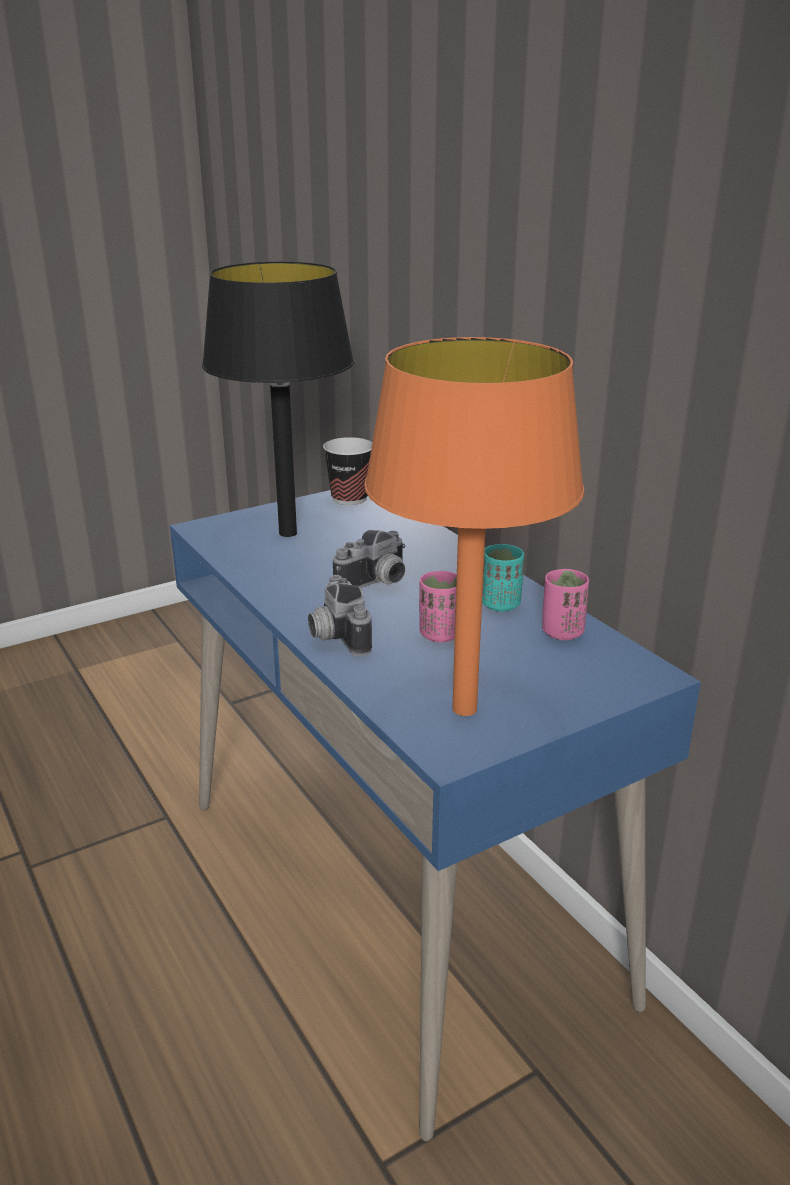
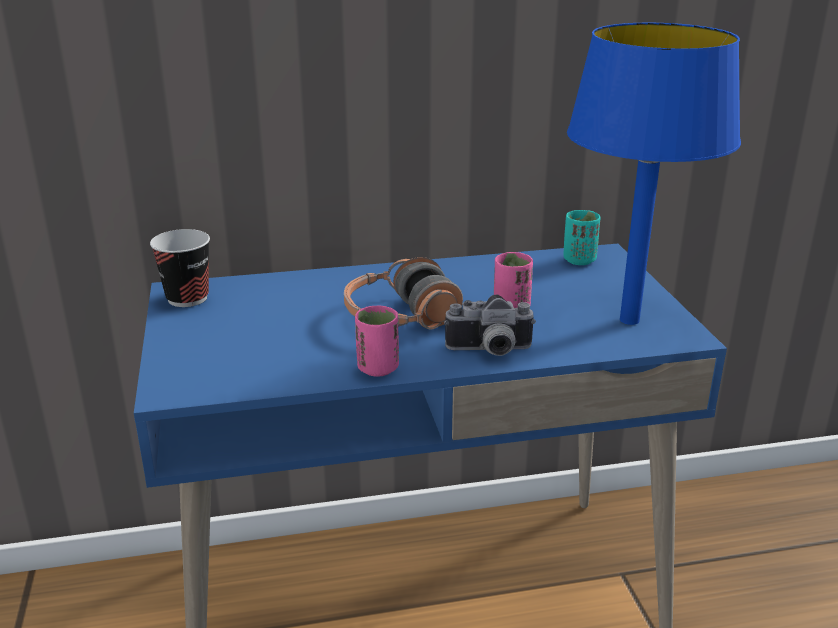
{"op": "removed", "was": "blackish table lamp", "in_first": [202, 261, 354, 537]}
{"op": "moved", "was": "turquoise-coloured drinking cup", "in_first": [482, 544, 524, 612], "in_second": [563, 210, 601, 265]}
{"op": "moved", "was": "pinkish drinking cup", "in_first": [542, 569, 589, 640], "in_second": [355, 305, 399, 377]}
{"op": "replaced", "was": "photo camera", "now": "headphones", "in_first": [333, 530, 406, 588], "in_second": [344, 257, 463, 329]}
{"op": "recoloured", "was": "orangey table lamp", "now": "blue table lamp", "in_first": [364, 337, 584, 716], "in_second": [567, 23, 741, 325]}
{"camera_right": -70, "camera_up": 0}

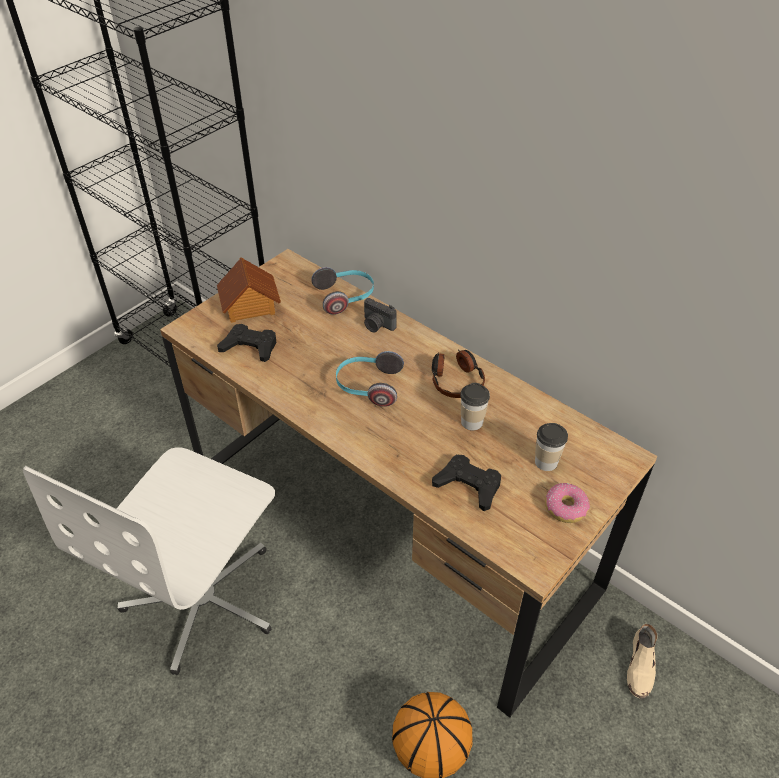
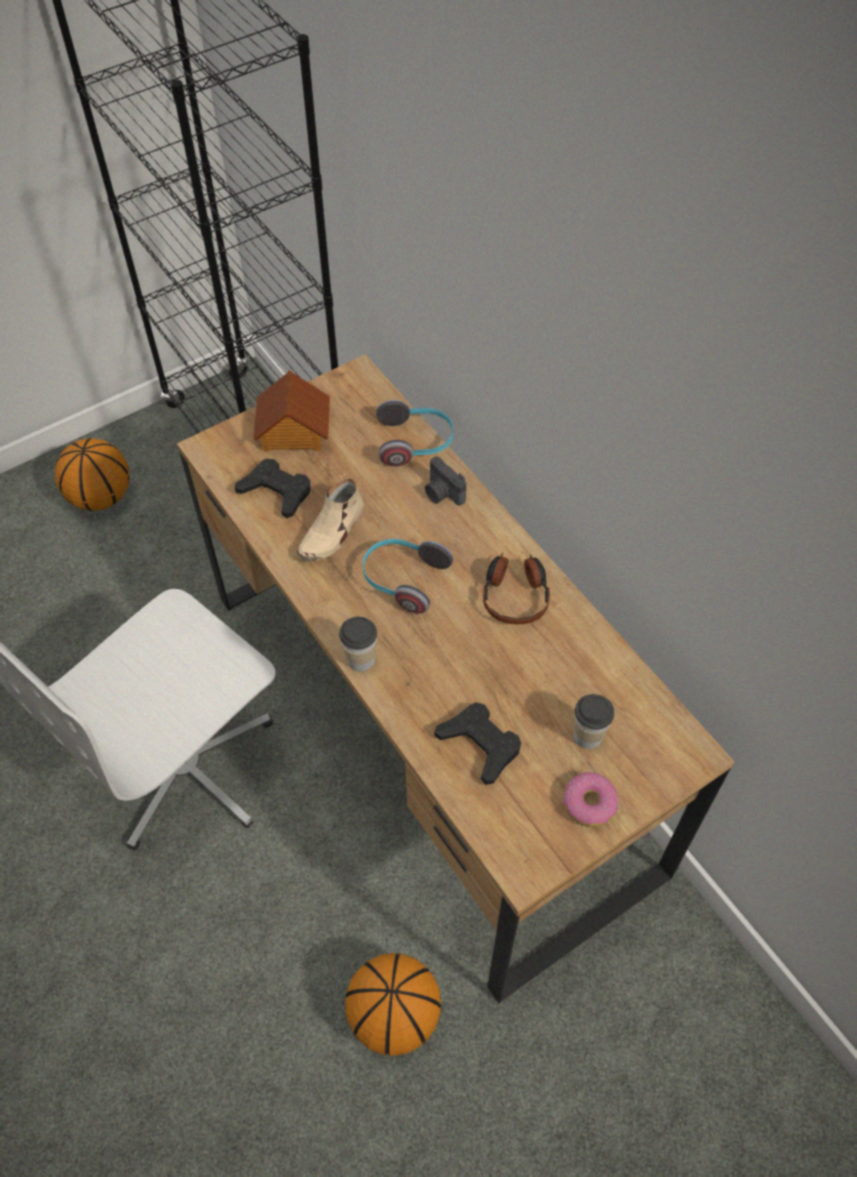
{"op": "added", "now": "basketball", "in_second": [55, 438, 130, 511]}
{"op": "moved", "was": "drinking cup", "in_first": [460, 383, 490, 431], "in_second": [339, 617, 377, 672]}
{"op": "moved", "was": "sand-coloured item of footwear", "in_first": [627, 624, 657, 699], "in_second": [296, 478, 364, 561]}
{"camera_right": 15, "camera_up": 10}

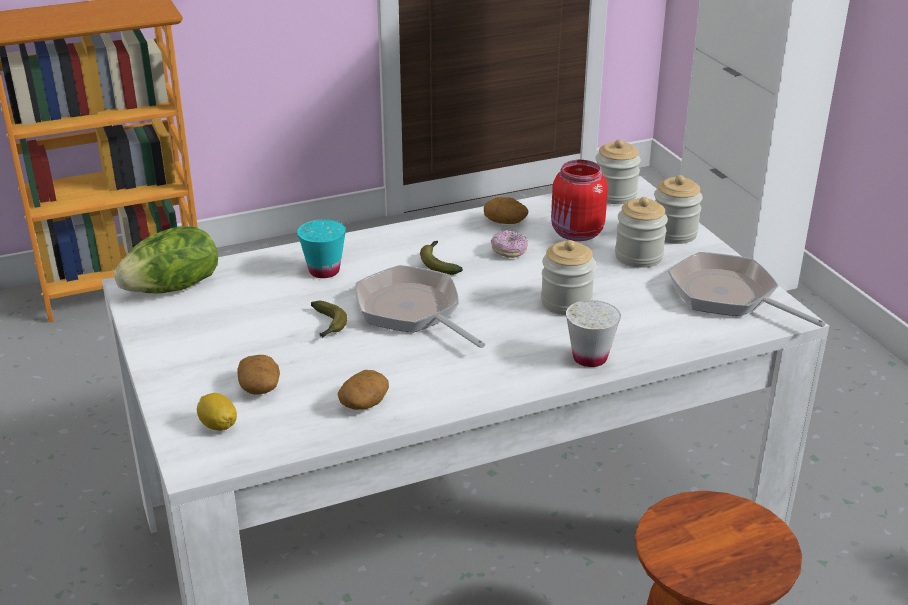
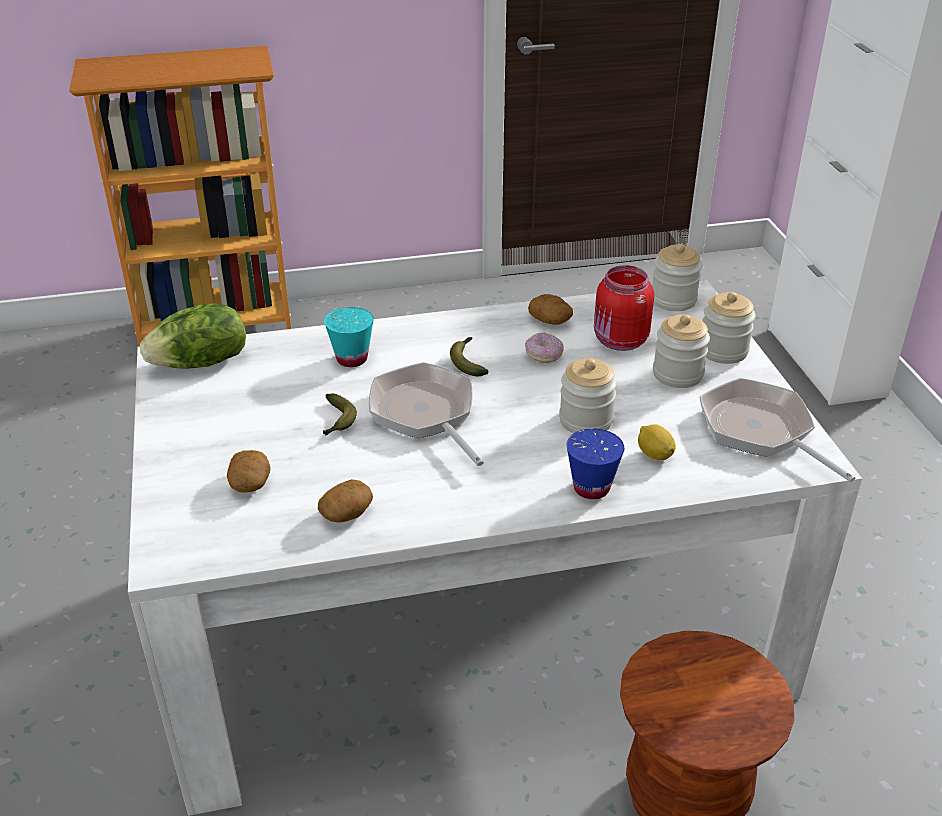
{"op": "moved", "was": "lemon", "in_first": [197, 393, 237, 431], "in_second": [638, 424, 676, 460]}
{"op": "recoloured", "was": "whitish drinking cup", "now": "blue drinking cup", "in_first": [566, 300, 621, 367], "in_second": [567, 428, 624, 499]}
{"camera_right": 10, "camera_up": 5}

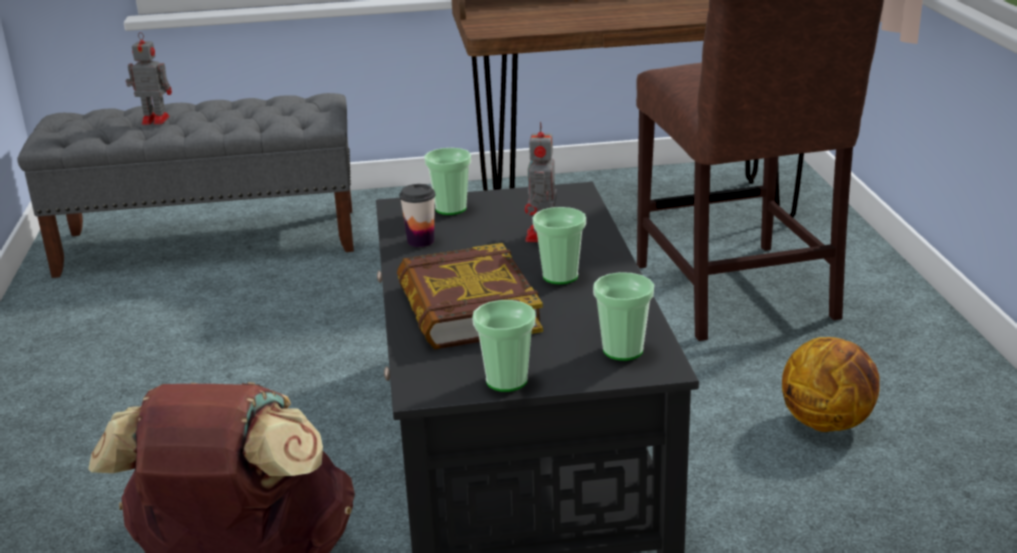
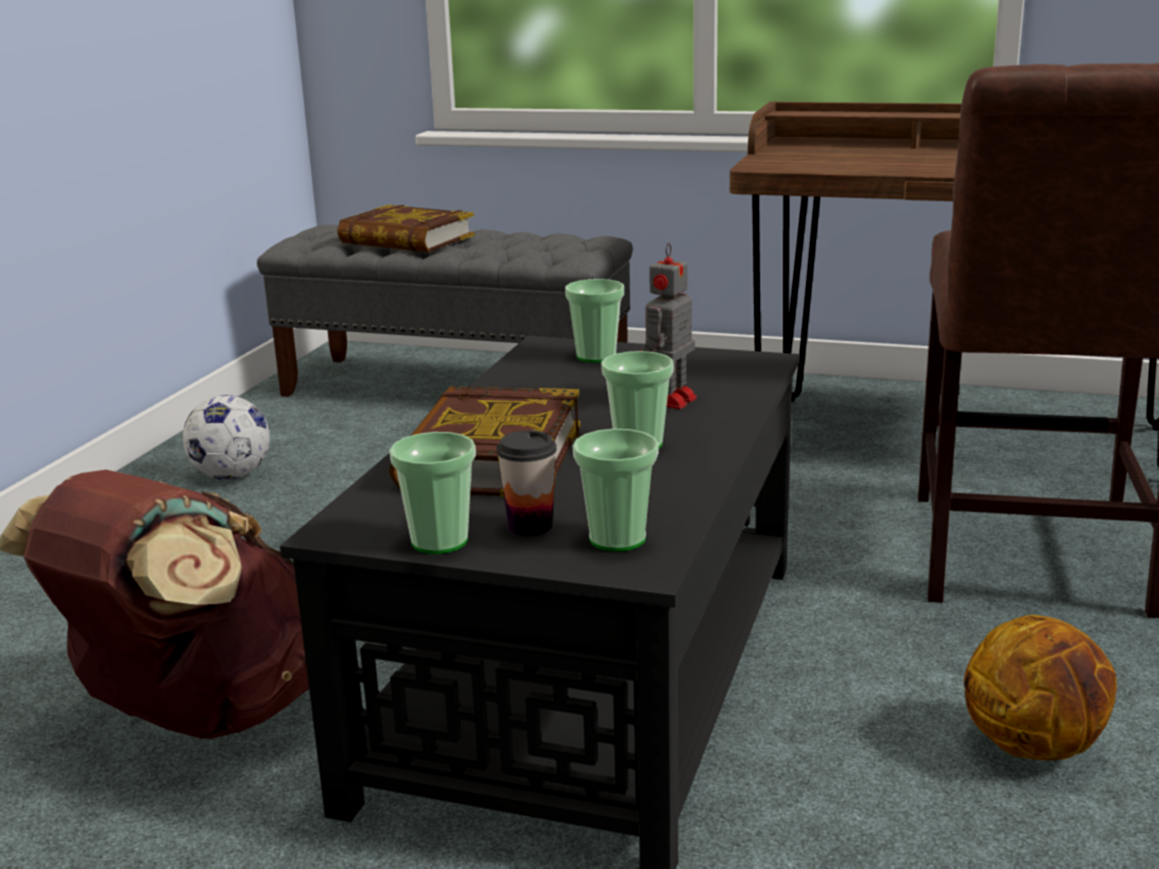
{"op": "added", "now": "ball for football", "in_second": [183, 395, 270, 480]}
{"op": "moved", "was": "drinking cup", "in_first": [399, 184, 435, 247], "in_second": [496, 430, 557, 536]}
{"op": "replaced", "was": "model robot", "now": "book", "in_first": [126, 32, 172, 125], "in_second": [337, 205, 475, 252]}
{"camera_right": 25, "camera_up": -5}

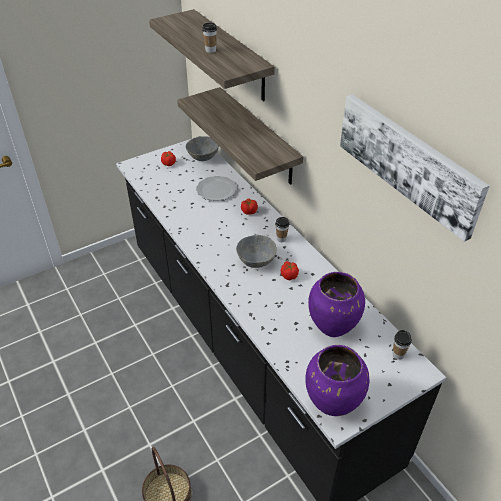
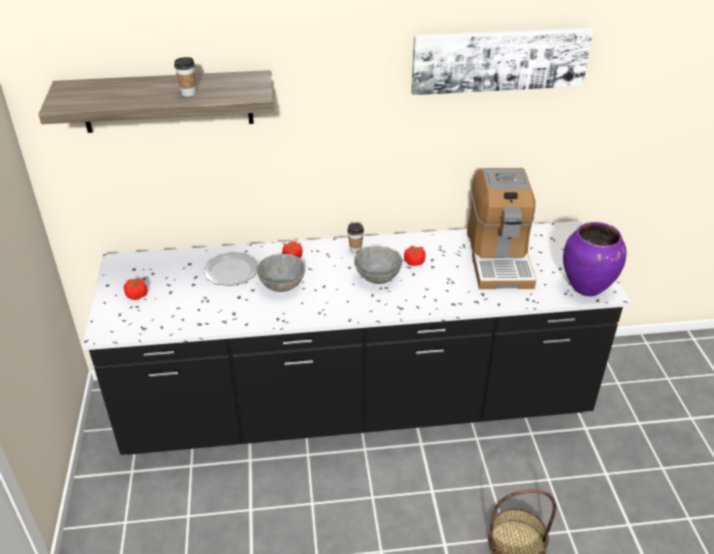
{"op": "removed", "was": "bracket shelf", "in_first": [177, 87, 303, 185]}
{"op": "removed", "was": "drinking cup", "in_first": [393, 330, 412, 360]}
{"op": "moved", "was": "greyish bowl", "in_first": [186, 136, 219, 161], "in_second": [256, 254, 306, 292]}
{"op": "replaced", "was": "purplish flower vase", "now": "coffee maker", "in_first": [308, 272, 365, 337], "in_second": [467, 168, 536, 289]}
{"camera_right": -65, "camera_up": -5}

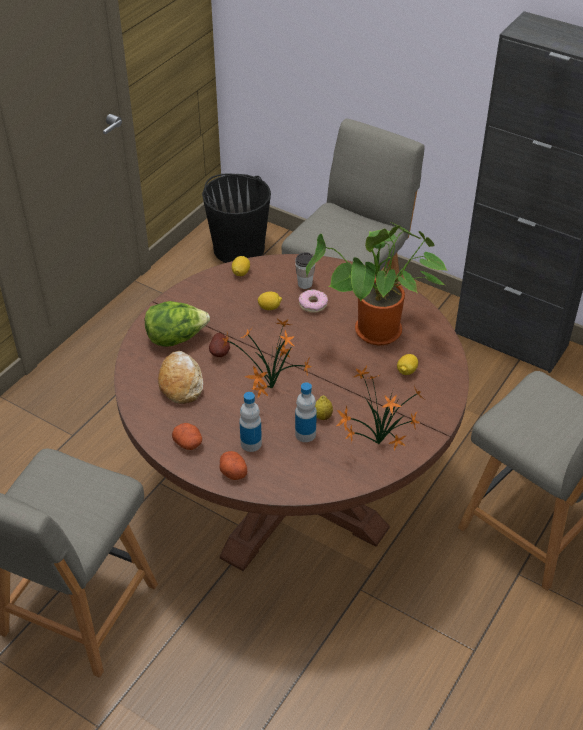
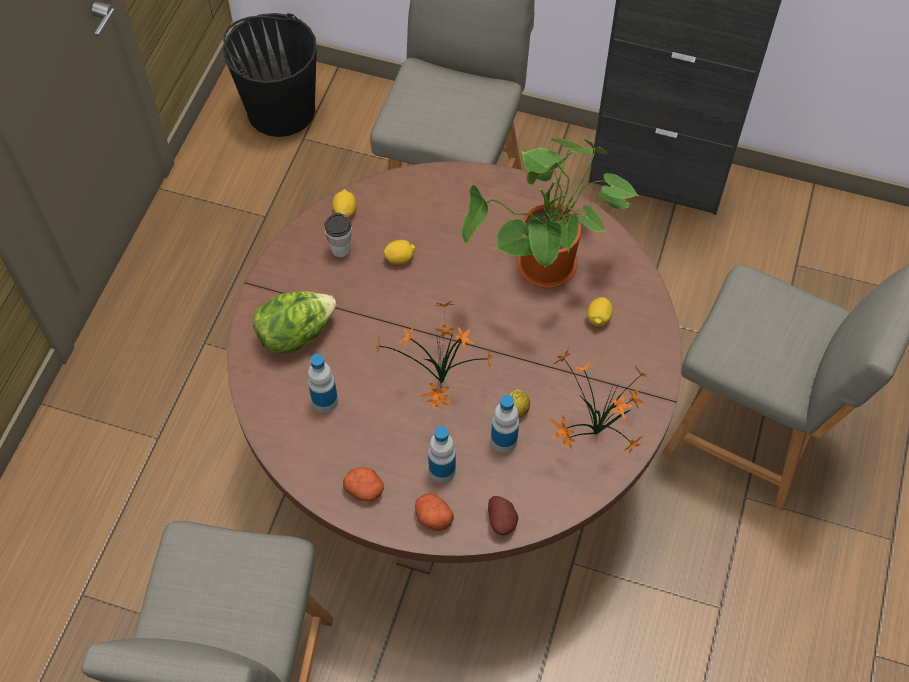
{"op": "removed", "was": "doughnut", "in_first": [299, 289, 328, 313]}
{"op": "moved", "was": "whole potato", "in_first": [209, 333, 230, 357], "in_second": [488, 496, 518, 535]}
{"op": "moved", "was": "drinking cup", "in_first": [295, 252, 315, 289], "in_second": [324, 213, 352, 257]}
{"op": "replaced", "was": "bakery bread", "now": "drink bottle", "in_first": [158, 351, 203, 404], "in_second": [308, 354, 338, 413]}
{"camera_right": -15, "camera_up": 15}

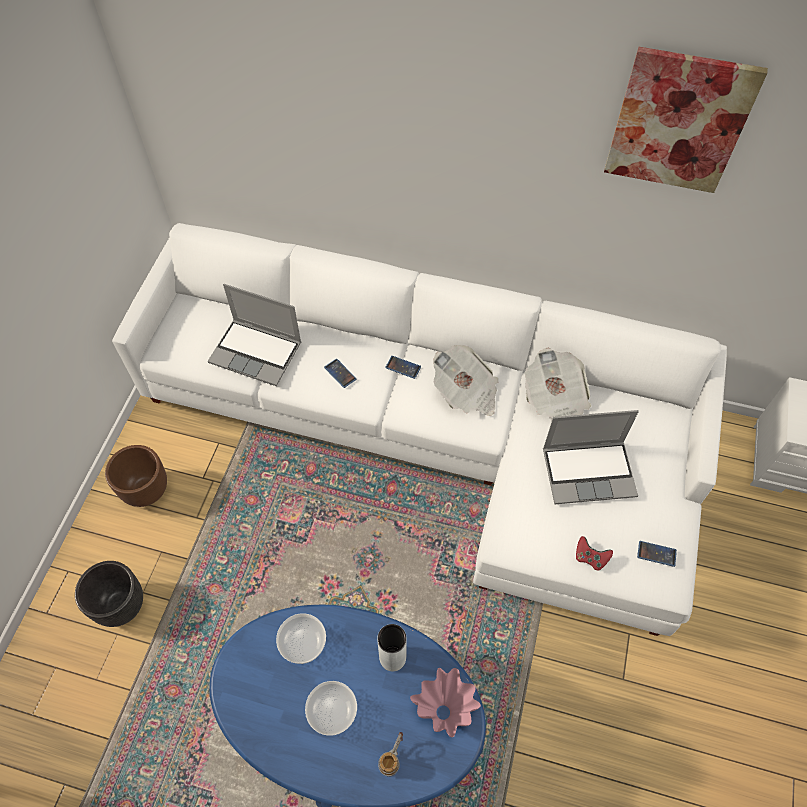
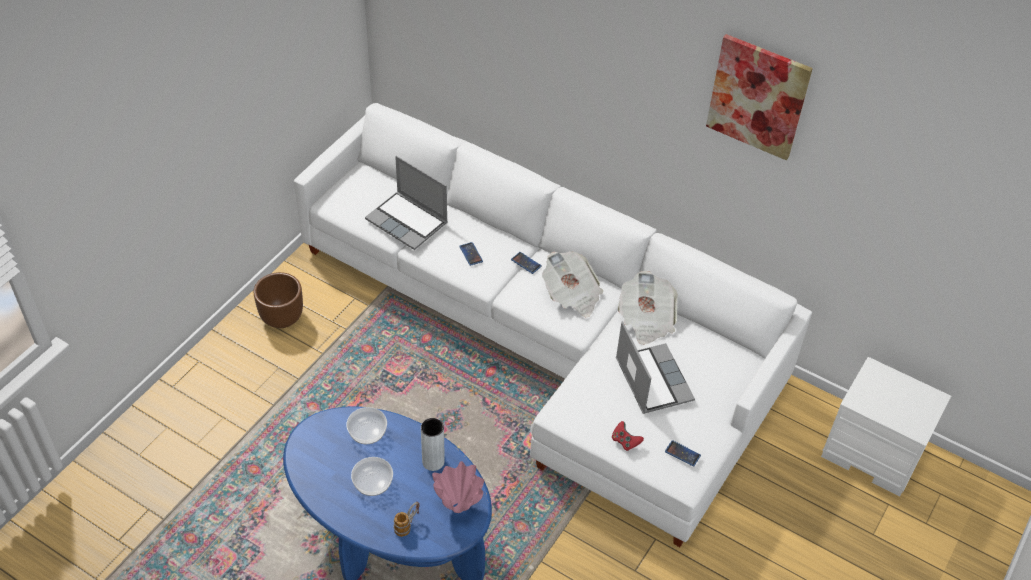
{"op": "removed", "was": "blackish planter", "in_first": [75, 561, 143, 627]}
{"op": "turned", "was": "notebook computer", "in_first": [543, 410, 639, 504], "in_second": [616, 321, 695, 414], "clockwise": -120}
{"camera_right": 15, "camera_up": -10}

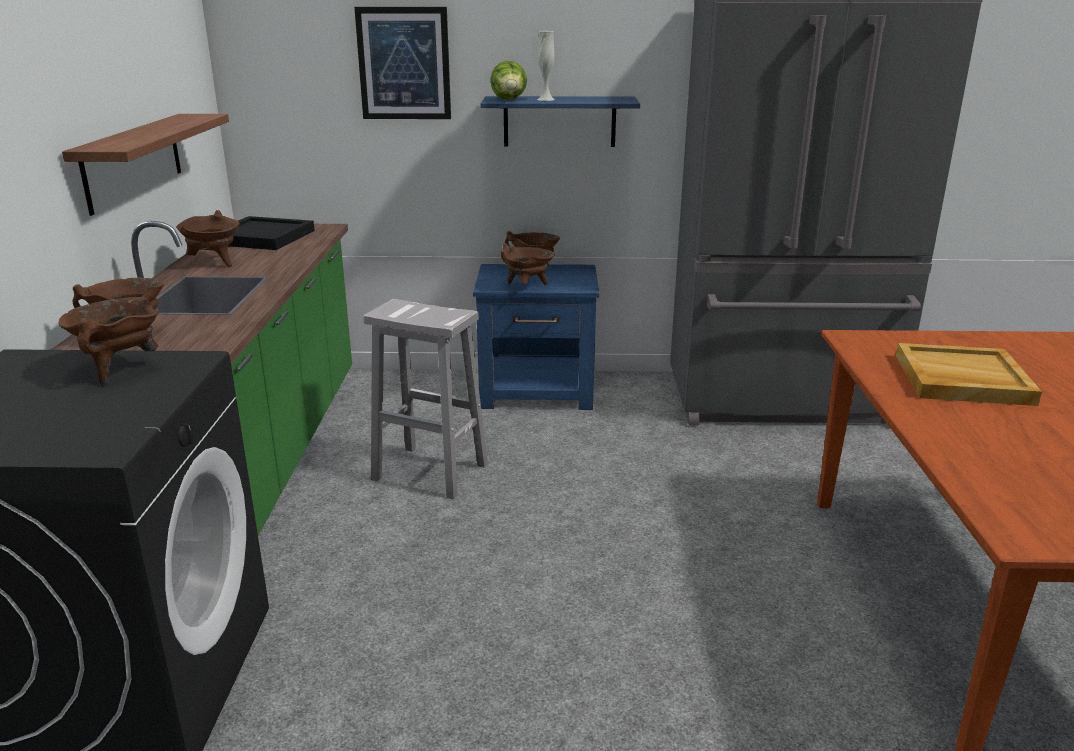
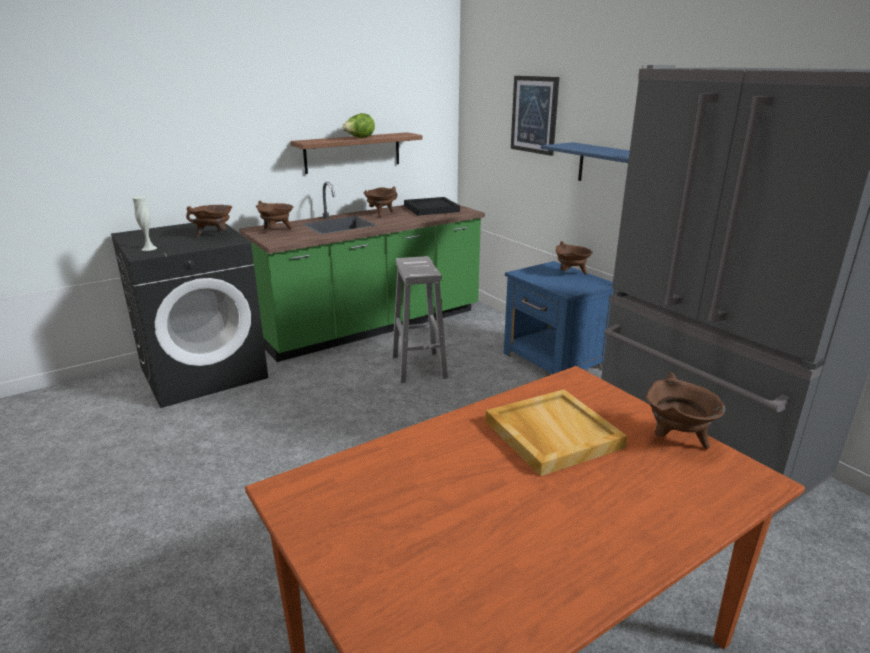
{"op": "moved", "was": "lettuce", "in_first": [490, 61, 527, 100], "in_second": [342, 113, 375, 138]}
{"op": "moved", "was": "brown saucepot", "in_first": [501, 243, 555, 285], "in_second": [646, 372, 726, 449]}
{"op": "moved", "was": "whitish flower vase", "in_first": [537, 31, 555, 101], "in_second": [132, 196, 157, 251]}
{"camera_right": 55, "camera_up": 0}

